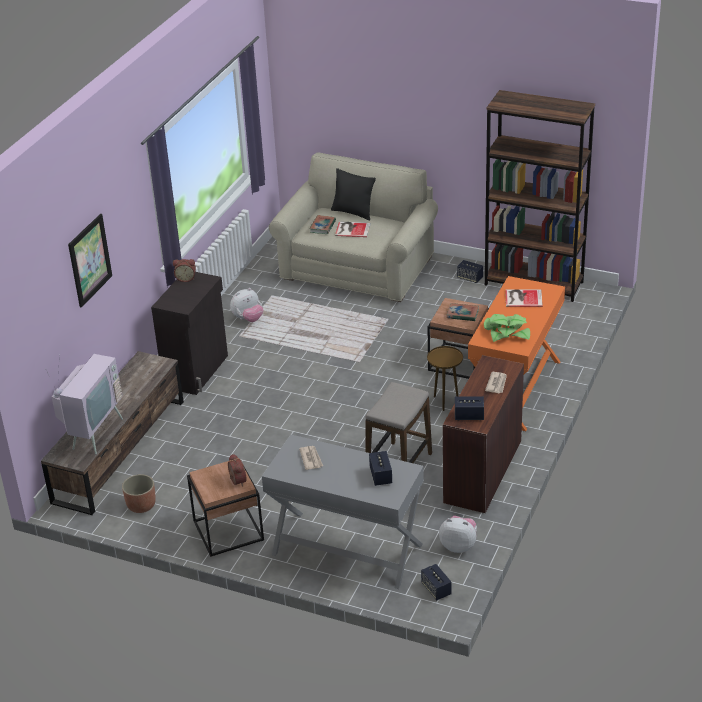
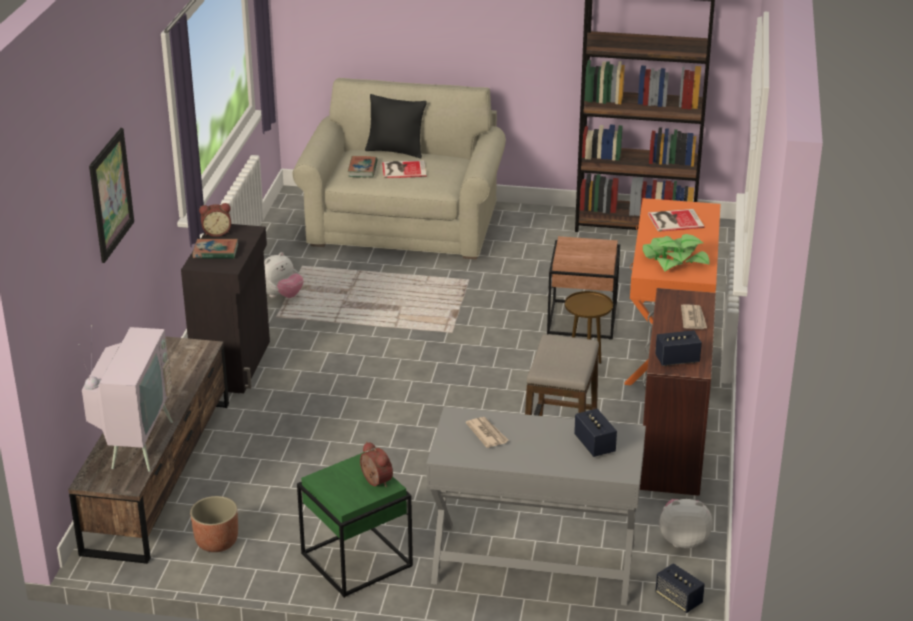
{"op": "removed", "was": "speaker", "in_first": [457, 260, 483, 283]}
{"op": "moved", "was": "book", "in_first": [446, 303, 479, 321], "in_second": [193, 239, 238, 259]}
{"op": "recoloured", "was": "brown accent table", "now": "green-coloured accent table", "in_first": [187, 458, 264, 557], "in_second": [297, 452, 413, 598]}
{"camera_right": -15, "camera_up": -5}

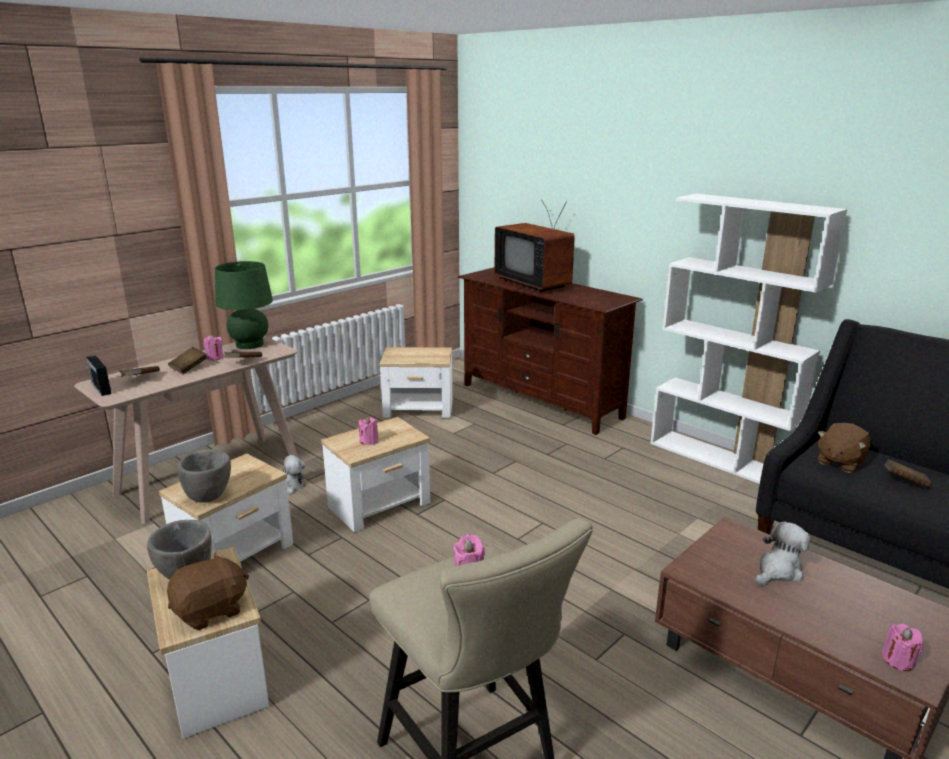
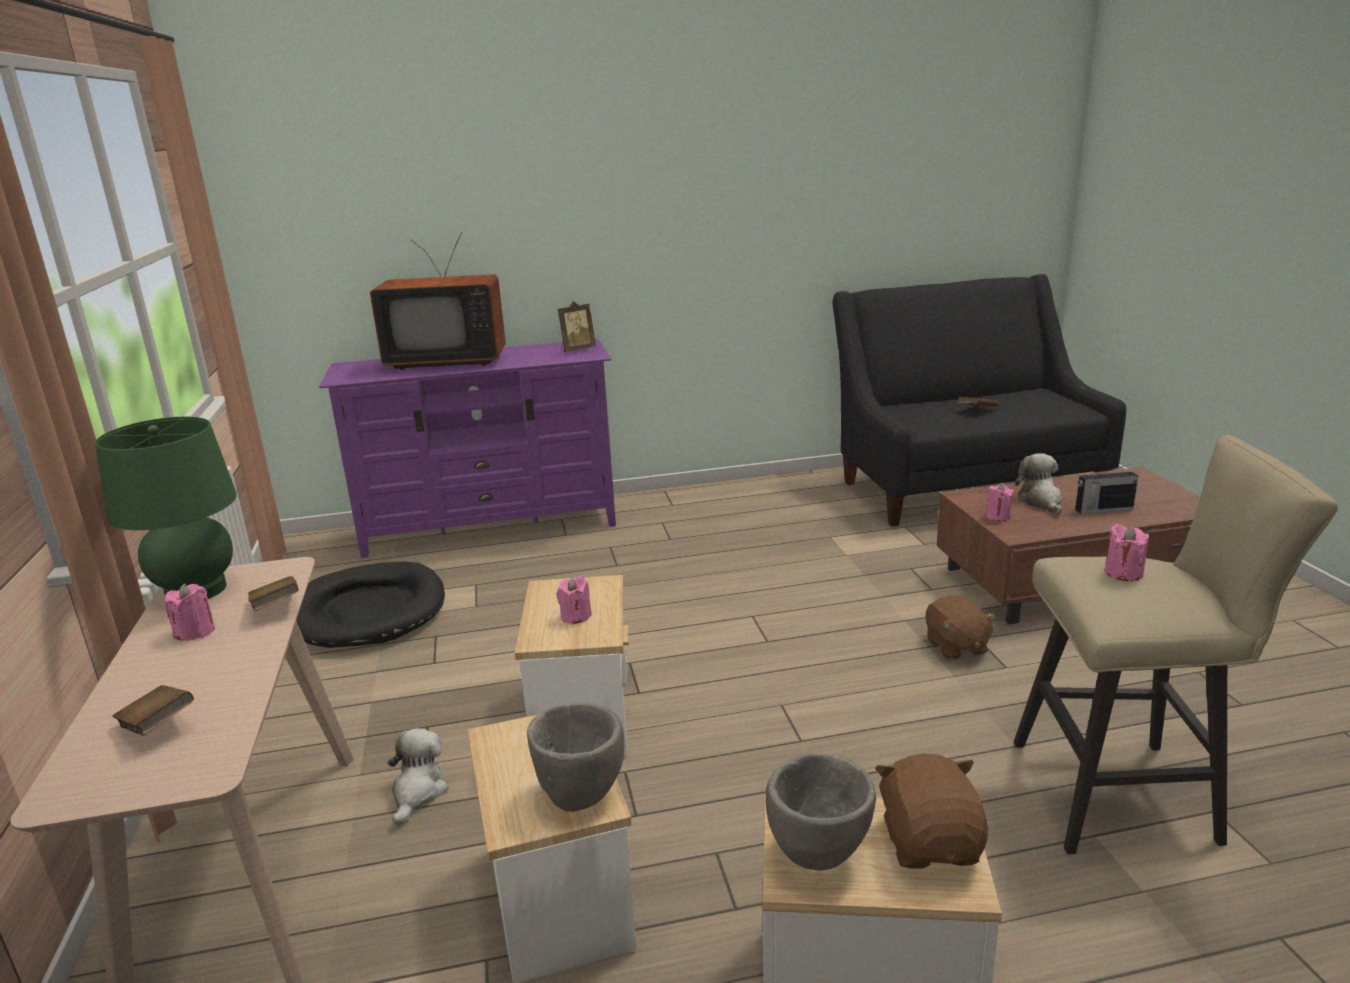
{"op": "removed", "was": "brown book", "in_first": [168, 347, 207, 374]}
{"op": "removed", "was": "whitish bookshelf", "in_first": [650, 194, 847, 484]}
{"op": "added", "now": "photo frame", "in_second": [558, 301, 596, 352]}
{"op": "moved", "was": "radio set", "in_first": [86, 355, 111, 396], "in_second": [1075, 464, 1138, 514]}
{"op": "moved", "was": "brown plush toy", "in_first": [817, 423, 870, 473], "in_second": [925, 595, 996, 660]}
{"op": "moved", "was": "pinkish wax candle", "in_first": [882, 624, 924, 671], "in_second": [985, 484, 1014, 521]}
{"op": "replaced", "was": "accent table", "now": "blackish pet bed", "in_first": [380, 347, 453, 418], "in_second": [296, 562, 445, 648]}
{"op": "recoloured", "was": "brown tv stand", "now": "purplish tv stand", "in_first": [458, 267, 643, 435], "in_second": [319, 339, 616, 558]}
{"camera_right": -55, "camera_up": 0}

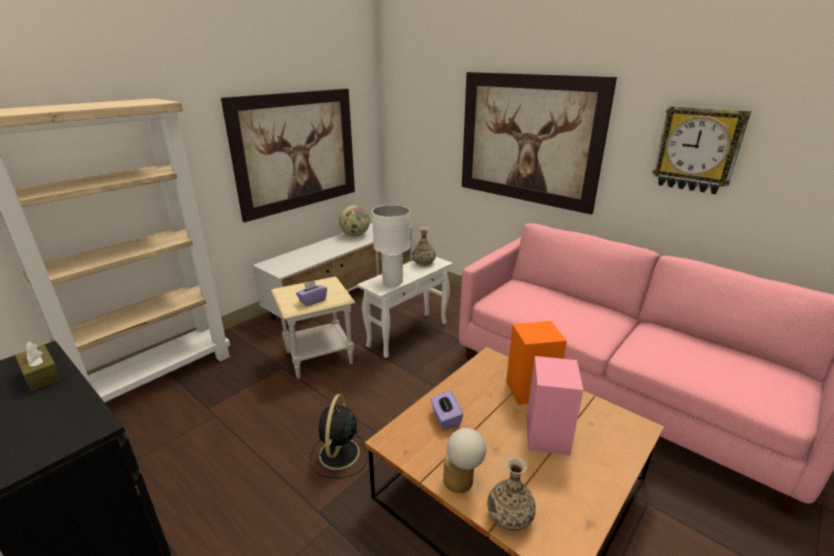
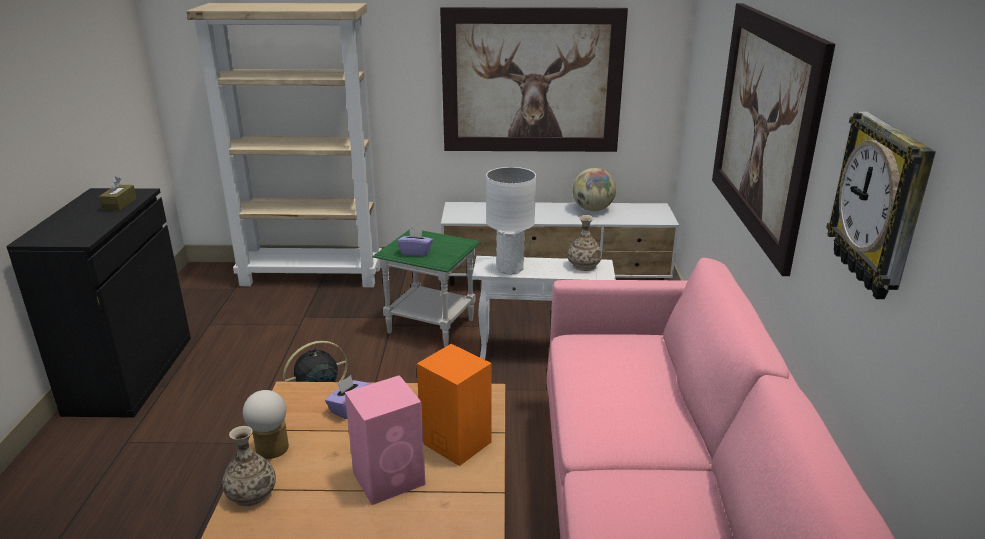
{"op": "recoloured", "was": "sand-coloured accent table", "now": "green-coloured accent table", "in_first": [271, 277, 356, 379], "in_second": [373, 228, 481, 347]}
{"camera_right": 50, "camera_up": 0}

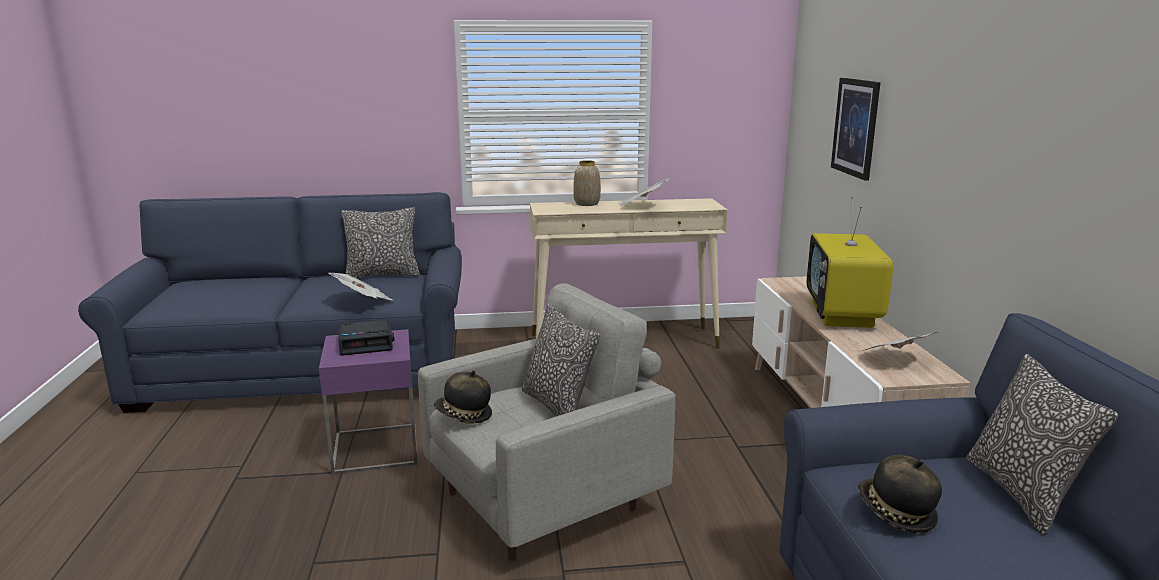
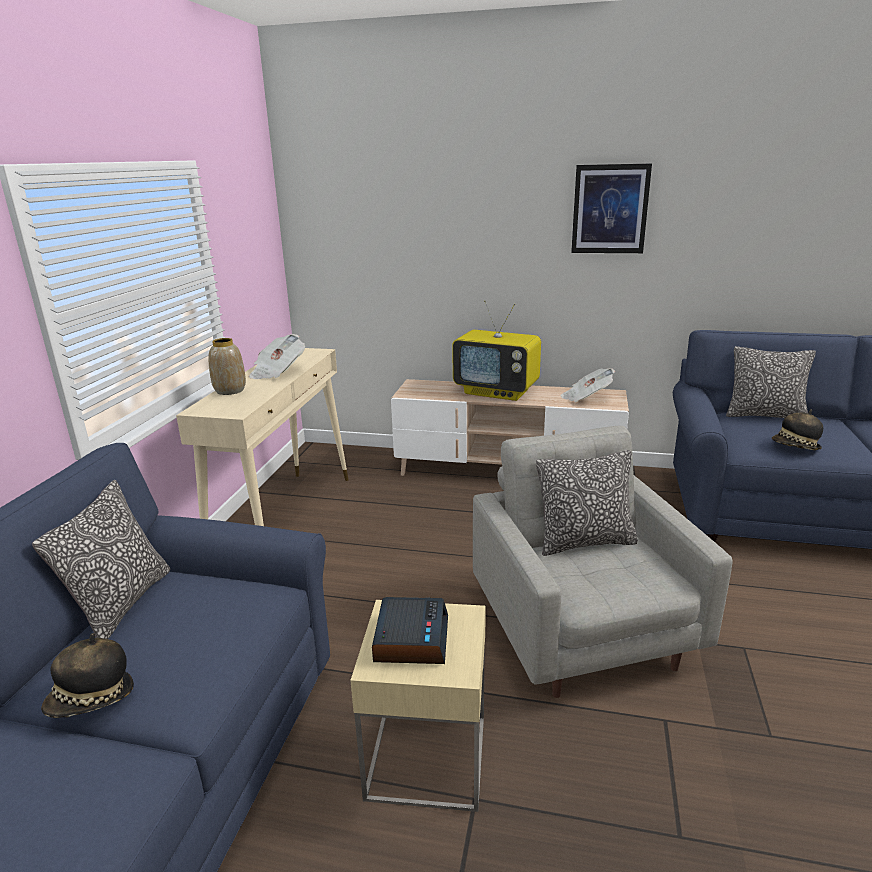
{"op": "removed", "was": "daily paper", "in_first": [329, 273, 392, 300]}
{"op": "moved", "was": "hat", "in_first": [434, 370, 492, 423], "in_second": [41, 633, 134, 718]}
{"op": "moved", "was": "picture", "in_first": [831, 78, 881, 181], "in_second": [571, 164, 652, 253]}
{"op": "recoloured", "was": "purplish accent table", "now": "sand-coloured accent table", "in_first": [319, 329, 417, 474], "in_second": [350, 600, 486, 812]}
{"camera_right": -70, "camera_up": 5}

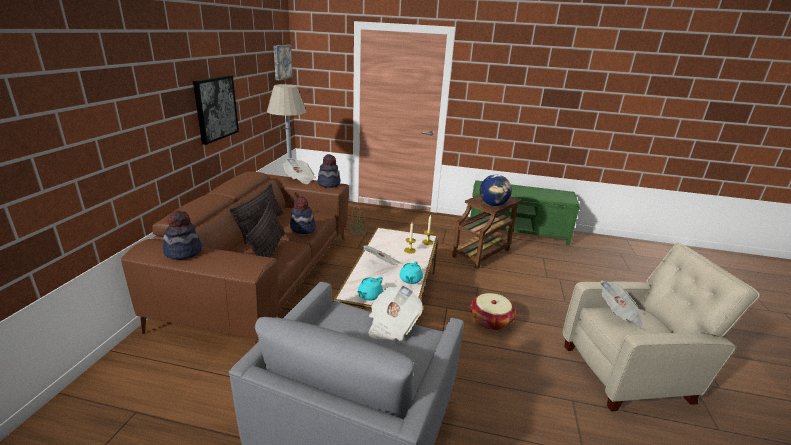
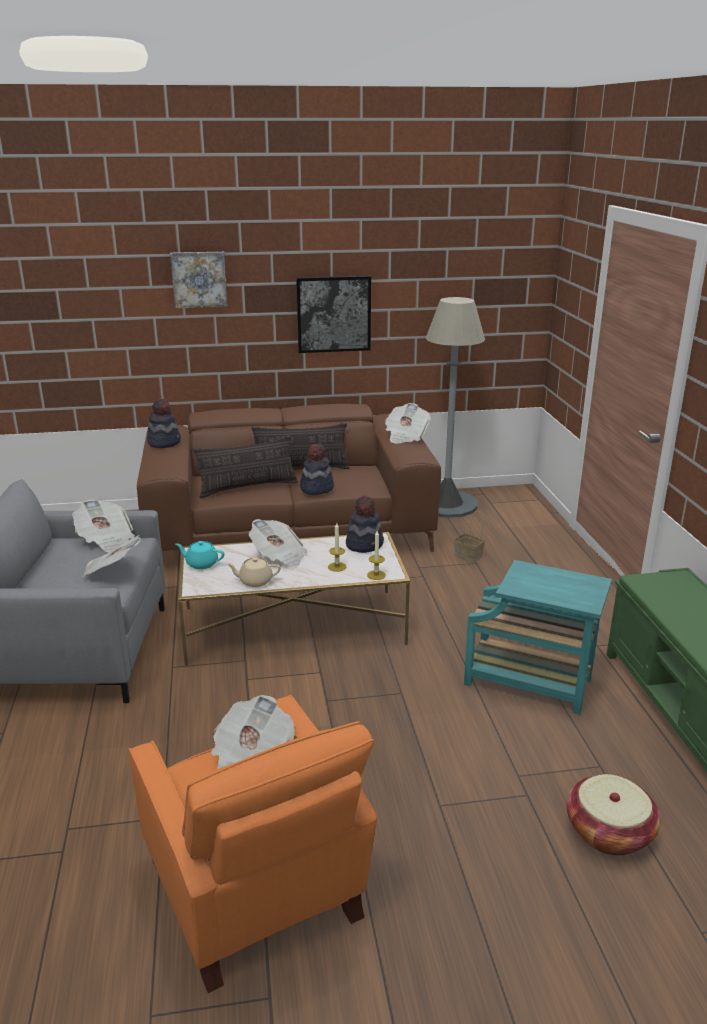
{"op": "removed", "was": "desk globe", "in_first": [480, 175, 512, 206]}
{"op": "added", "now": "daily paper", "in_second": [72, 499, 135, 552]}
{"op": "moved", "was": "picture", "in_first": [273, 45, 293, 81], "in_second": [170, 251, 228, 308]}
{"op": "moved", "was": "hat", "in_first": [318, 154, 340, 188], "in_second": [346, 495, 384, 553]}
{"op": "moved", "was": "storage basket", "in_first": [470, 293, 516, 330], "in_second": [566, 774, 661, 856]}
{"op": "recoloured", "was": "turquoise-coloured teapot", "now": "sand-coloured teapot", "in_first": [399, 261, 423, 284], "in_second": [226, 557, 281, 587]}
{"op": "recoloured", "was": "brown accent table", "now": "turquoise-coloured accent table", "in_first": [452, 195, 522, 269], "in_second": [464, 560, 612, 714]}
{"op": "recoloured", "was": "sand-coloured easy chair", "now": "orangey easy chair", "in_first": [563, 242, 760, 412], "in_second": [128, 695, 377, 993]}
{"camera_right": 70, "camera_up": 0}

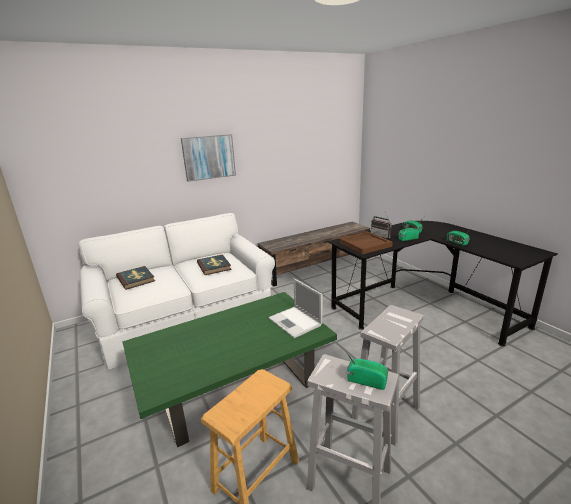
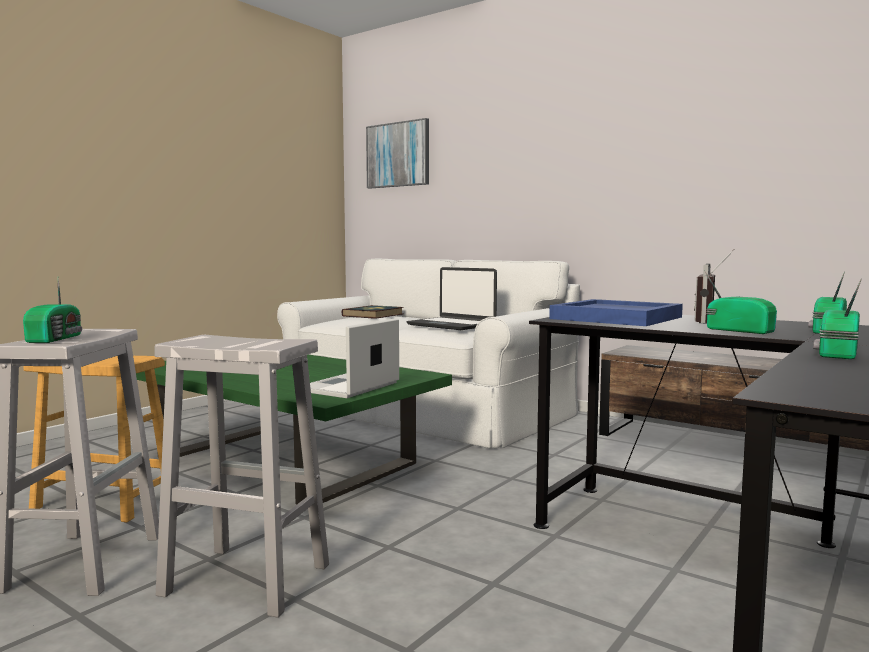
{"op": "moved", "was": "picture", "in_first": [181, 134, 236, 182], "in_second": [366, 118, 429, 189]}
{"op": "replaced", "was": "book", "now": "notebook computer", "in_first": [197, 254, 232, 275], "in_second": [406, 267, 497, 330]}
{"op": "recoloured", "was": "brown carrying tray", "now": "blue carrying tray", "in_first": [339, 232, 393, 254], "in_second": [549, 299, 683, 326]}
{"camera_right": 65, "camera_up": -15}

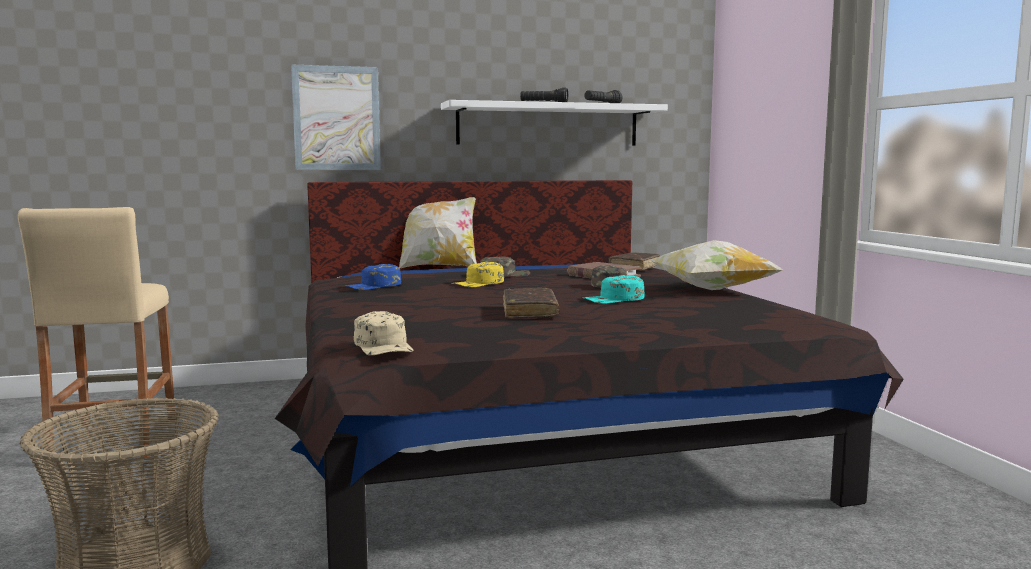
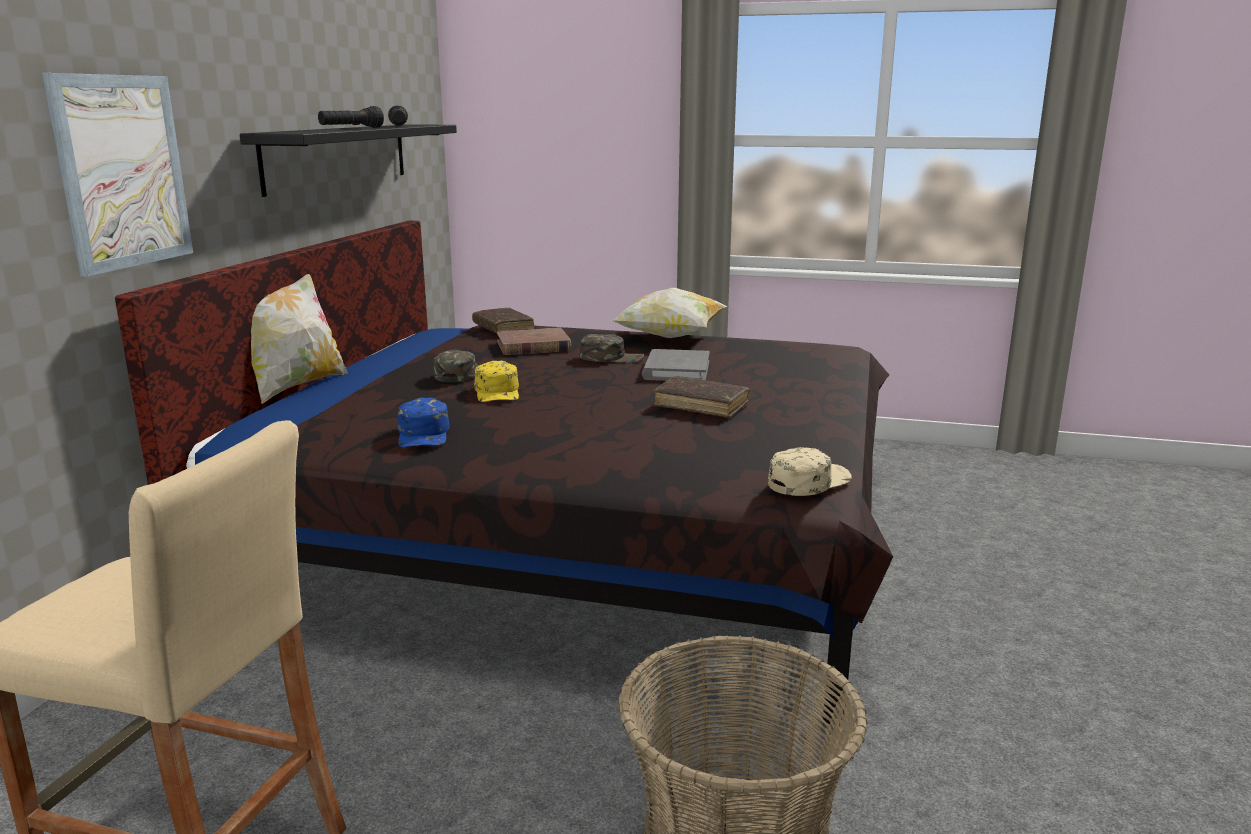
{"op": "replaced", "was": "turquoise-coloured baseball cap", "now": "greyish book", "in_first": [583, 275, 645, 304], "in_second": [642, 349, 710, 381]}
{"op": "recoloured", "was": "whitish bracket shelf", "now": "blackish bracket shelf", "in_first": [441, 100, 668, 146], "in_second": [240, 124, 457, 197]}
{"op": "turned", "was": "sand-coloured baseball cap", "in_first": [354, 311, 413, 355], "in_second": [768, 447, 851, 496], "clockwise": -45}
{"camera_right": -60, "camera_up": 10}

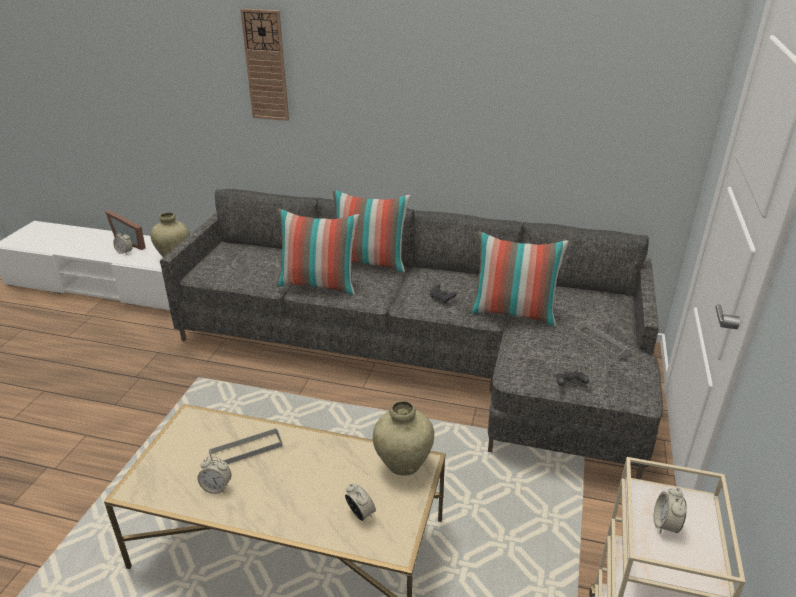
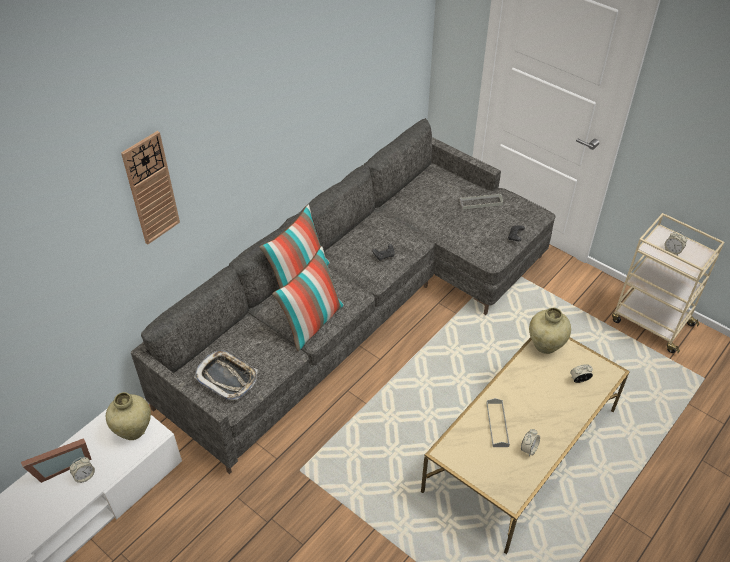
{"op": "removed", "was": "pillow", "in_first": [469, 231, 569, 326]}
{"op": "added", "now": "carrying tray", "in_second": [194, 350, 258, 400]}
{"camera_right": -65, "camera_up": 15}

